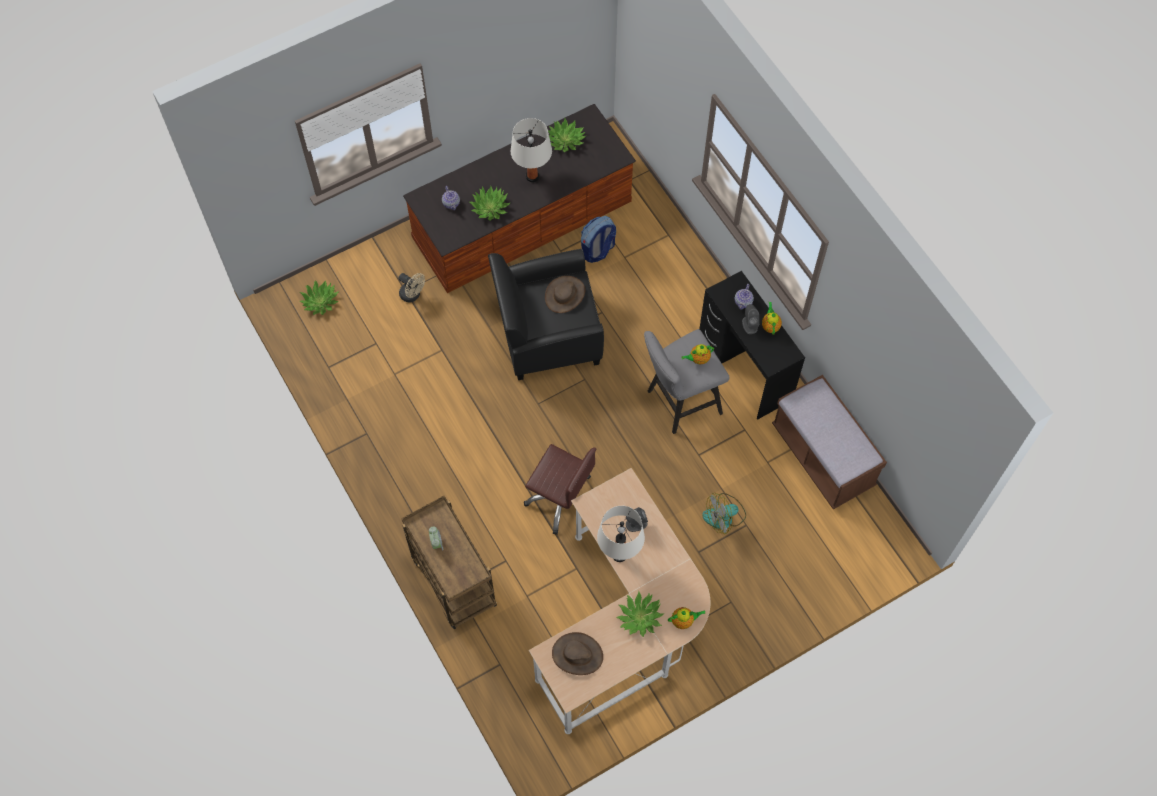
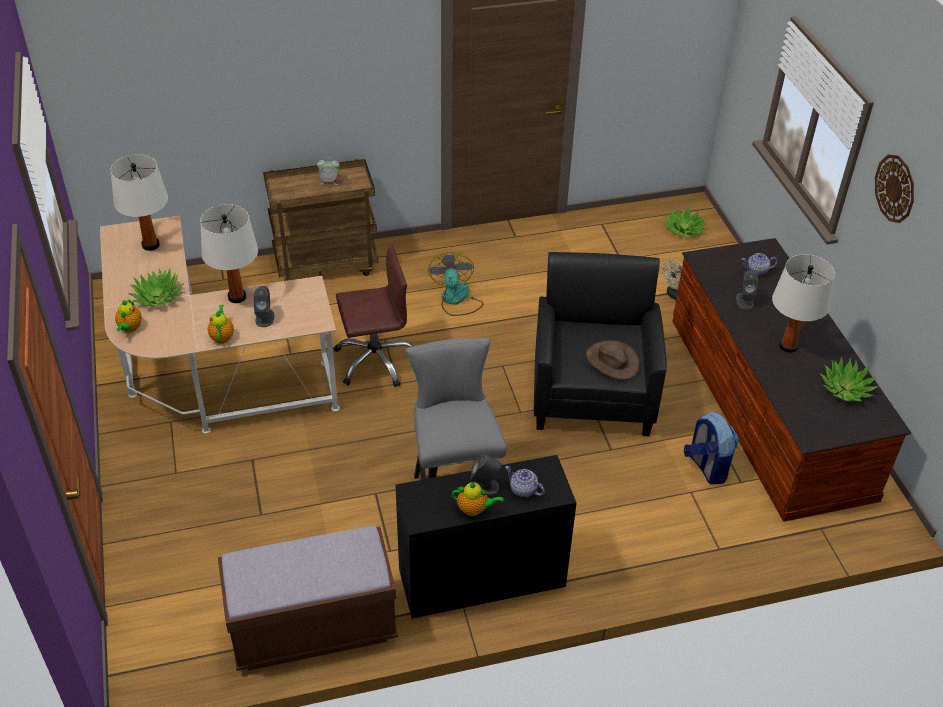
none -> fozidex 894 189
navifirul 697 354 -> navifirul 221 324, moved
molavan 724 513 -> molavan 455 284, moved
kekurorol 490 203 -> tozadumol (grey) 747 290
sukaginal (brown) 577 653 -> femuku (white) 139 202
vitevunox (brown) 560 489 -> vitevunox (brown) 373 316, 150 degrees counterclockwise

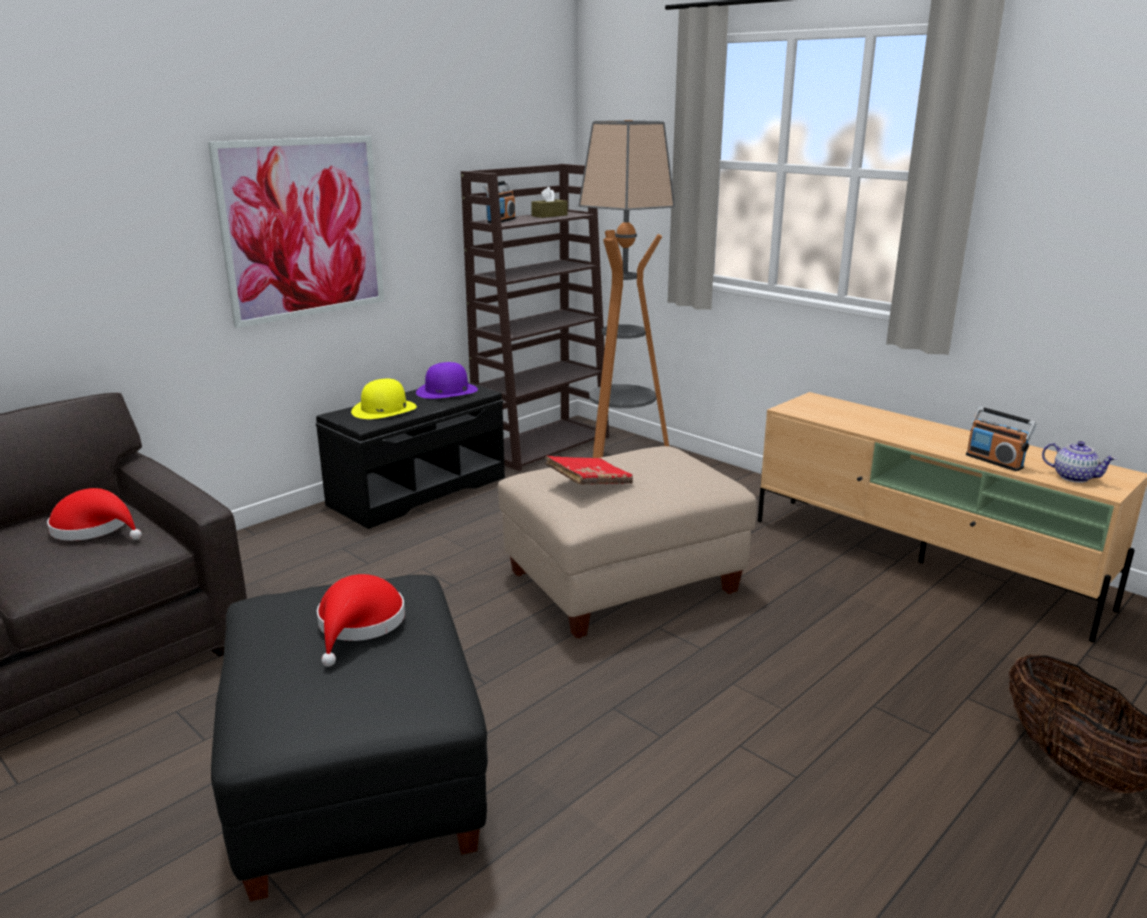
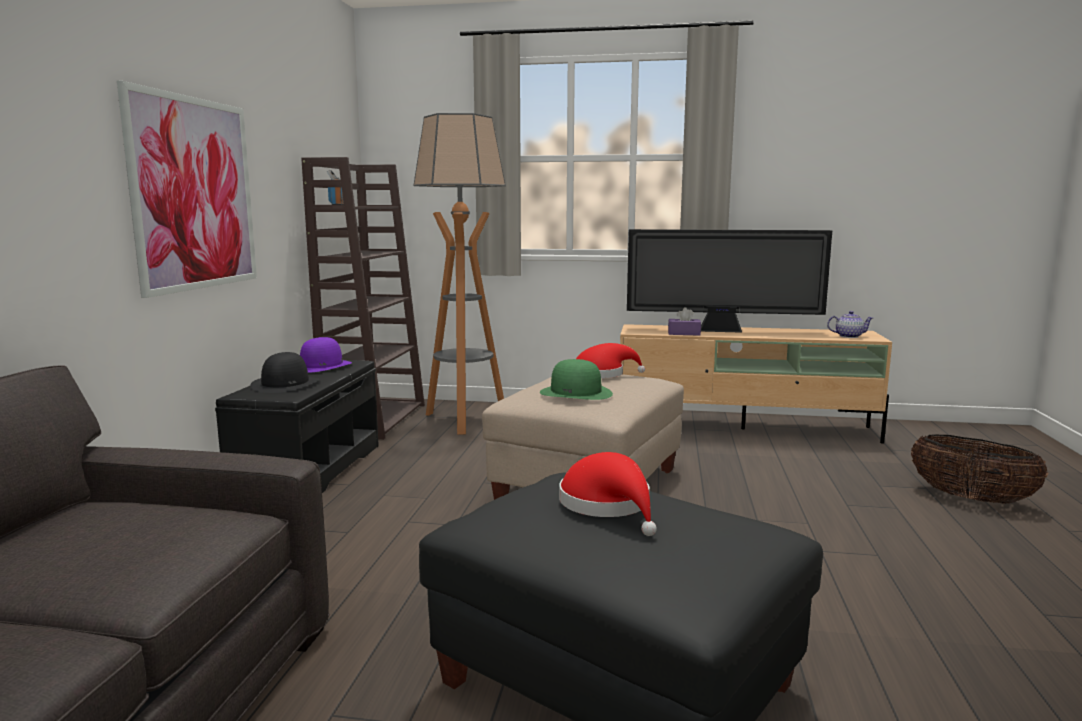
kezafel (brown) 549 202 -> none
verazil 1001 439 -> none
none -> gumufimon 729 281
none -> kezafel (purple) 684 321
sukaginal (red) 94 514 -> sukaginal (red) 610 360, moved
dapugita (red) 589 470 -> sukaginal (green) 576 379
sukaginal (yellow) 384 399 -> sukaginal (black) 284 372

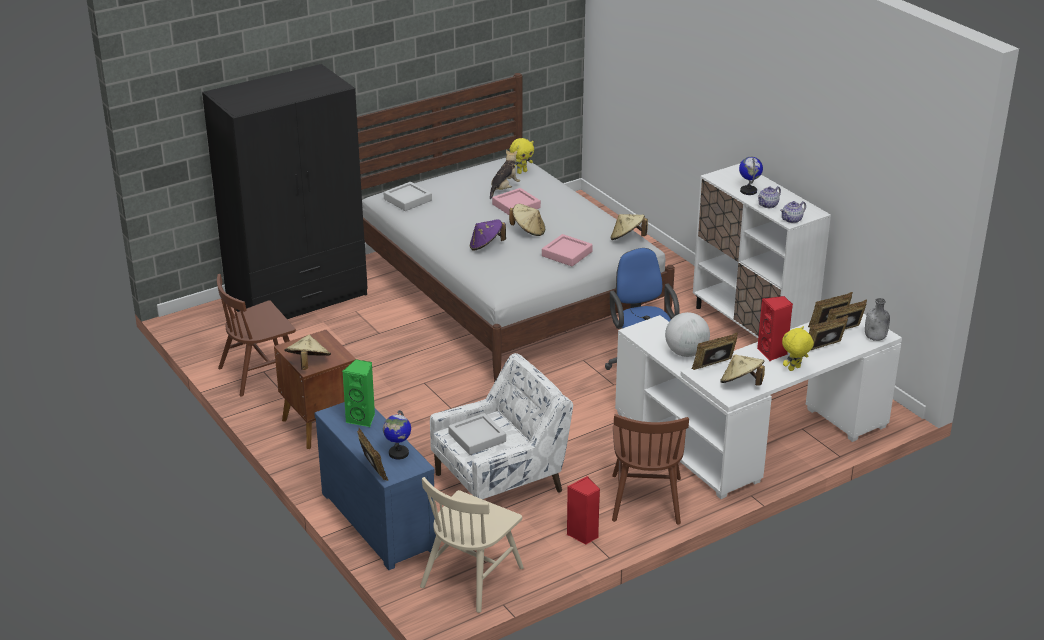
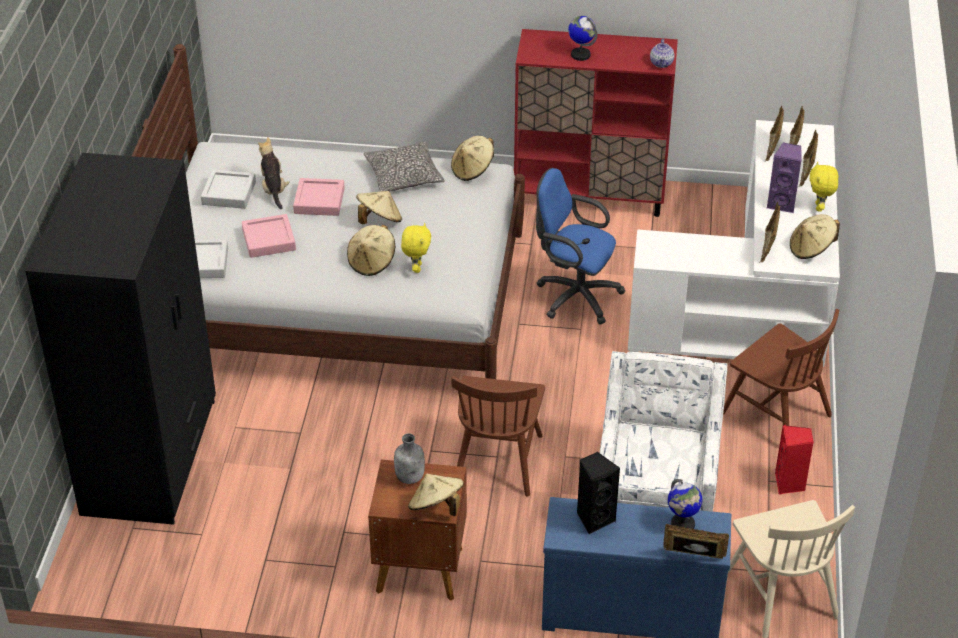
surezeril 687 334 -> none
navifirul 769 197 -> none
none -> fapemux 404 166
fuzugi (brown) 256 335 -> fuzugi (brown) 498 436, moved
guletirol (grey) 477 434 -> guletirol (grey) 228 189, moved
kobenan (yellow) 522 156 -> kobenan (yellow) 416 248, moved
guletirol (pink) 567 250 -> guletirol (pink) 269 236, moved
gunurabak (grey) 877 319 -> gunurabak (grey) 409 458, moved
tozadumol (green) 358 393 -> tozadumol (black) 598 493
sukaginal (purple) 488 235 -> sukaginal (beige) 371 250
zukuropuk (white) 762 251 -> zukuropuk (red) 596 123
tozadumol (red) 775 328 -> tozadumol (purple) 784 177

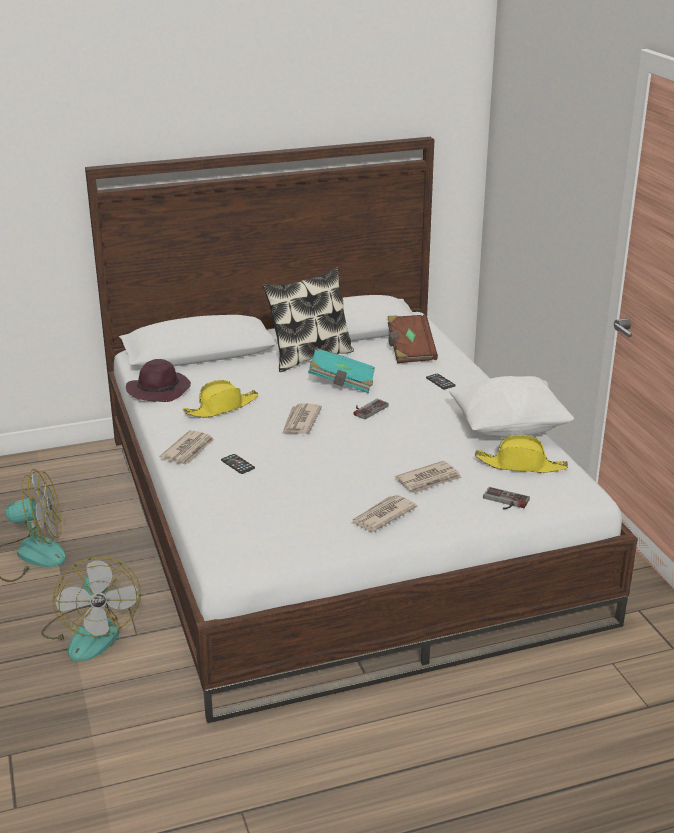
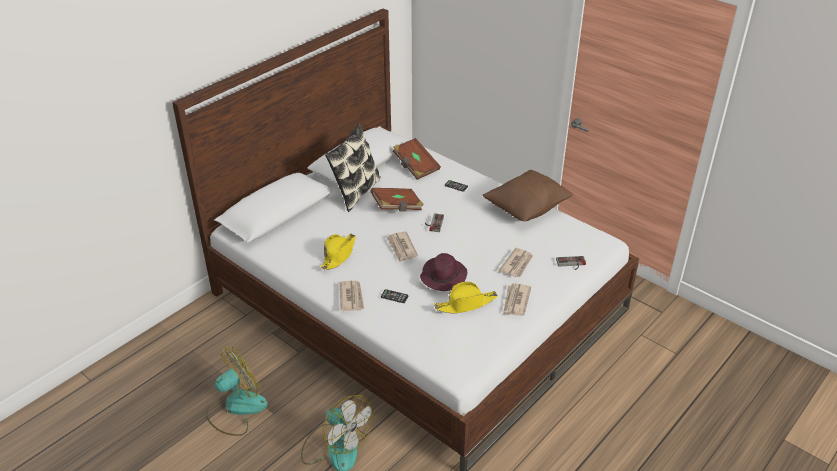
sukaginal (purple) 158 380 -> sukaginal (purple) 443 272, moved
sukaginal (yellow) 521 454 -> sukaginal (yellow) 466 297, moved
dapugita (turquoise) 341 370 -> dapugita (brown) 397 200
fapemux (white) 511 407 -> fapemux (brown) 527 195

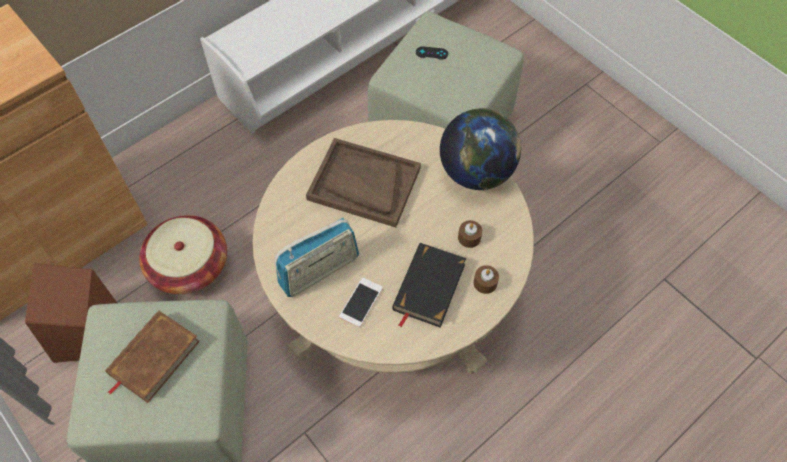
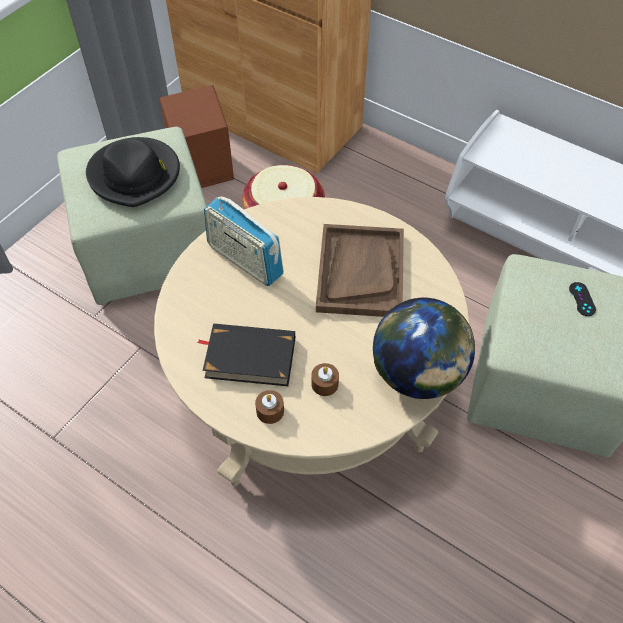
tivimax 361 302 -> none
dapugita (brown) 152 356 -> sukaginal (black) 133 172

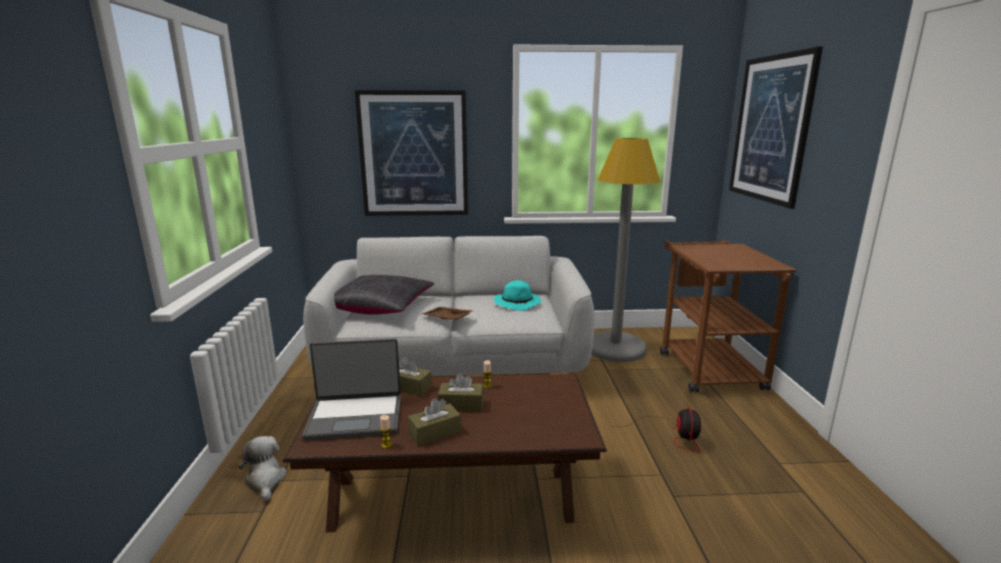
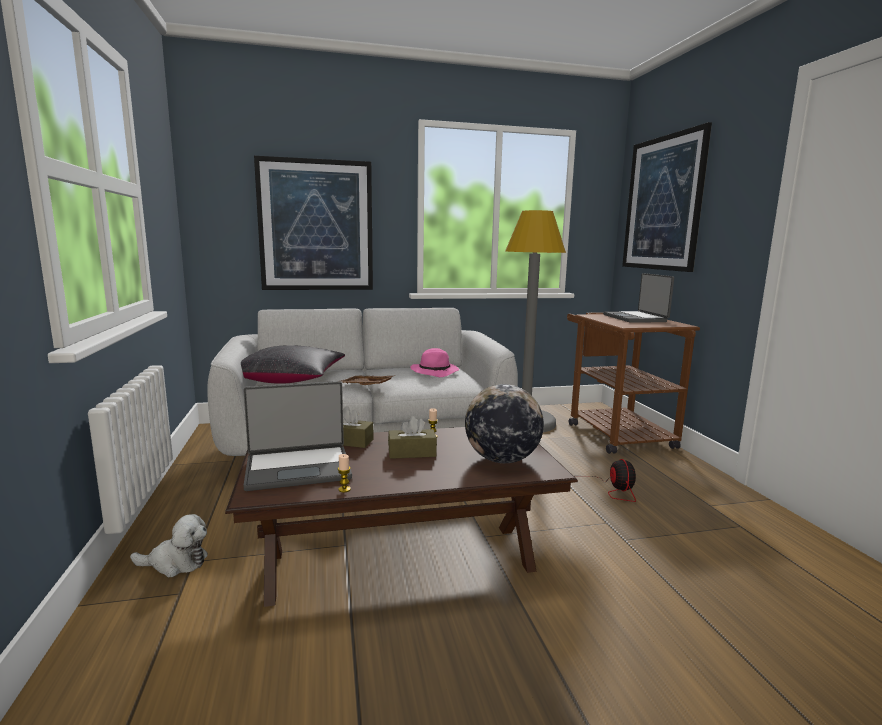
kezafel (brown) 434 422 -> none
none -> surezeril 504 423
none -> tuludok 638 298
sukaginal (turquoise) 517 295 -> sukaginal (pink) 435 362
kobenan 263 468 -> kobenan 169 545, 120 degrees clockwise

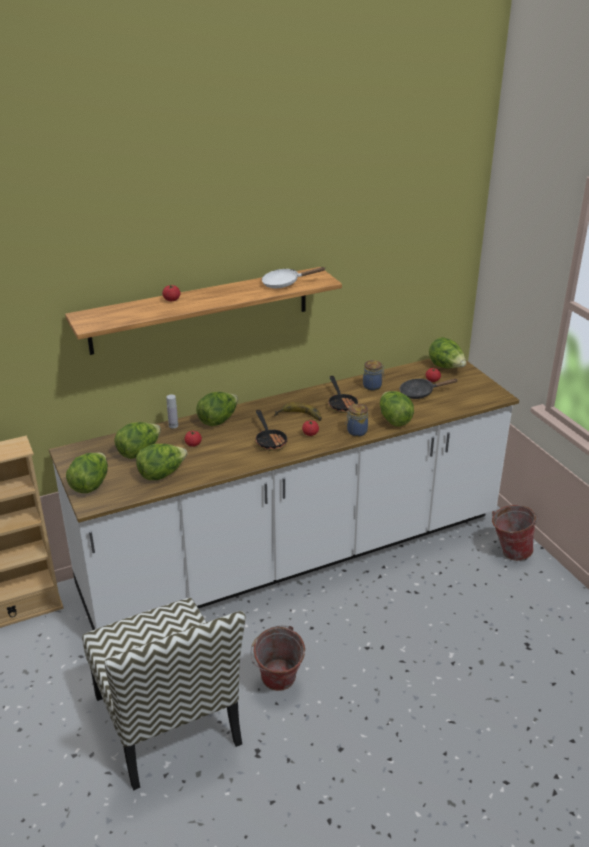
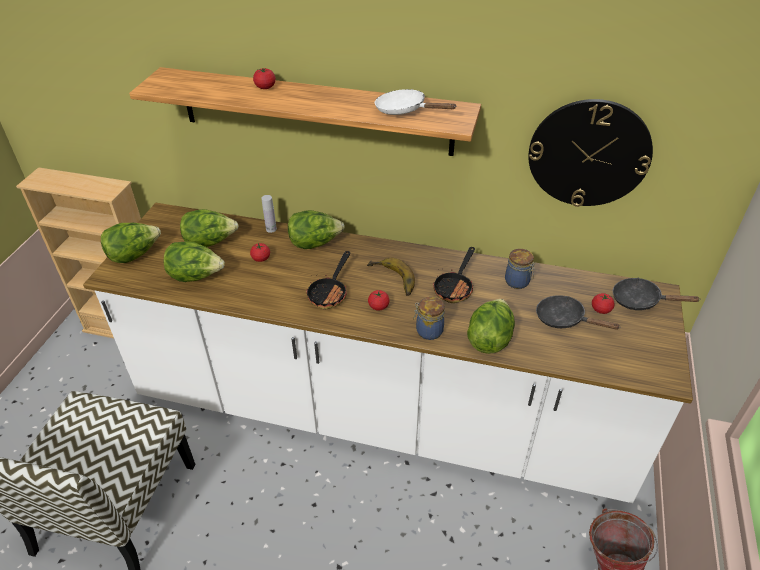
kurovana 277 658 -> none
none -> fozidex 590 153
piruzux 447 353 -> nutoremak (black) 657 294

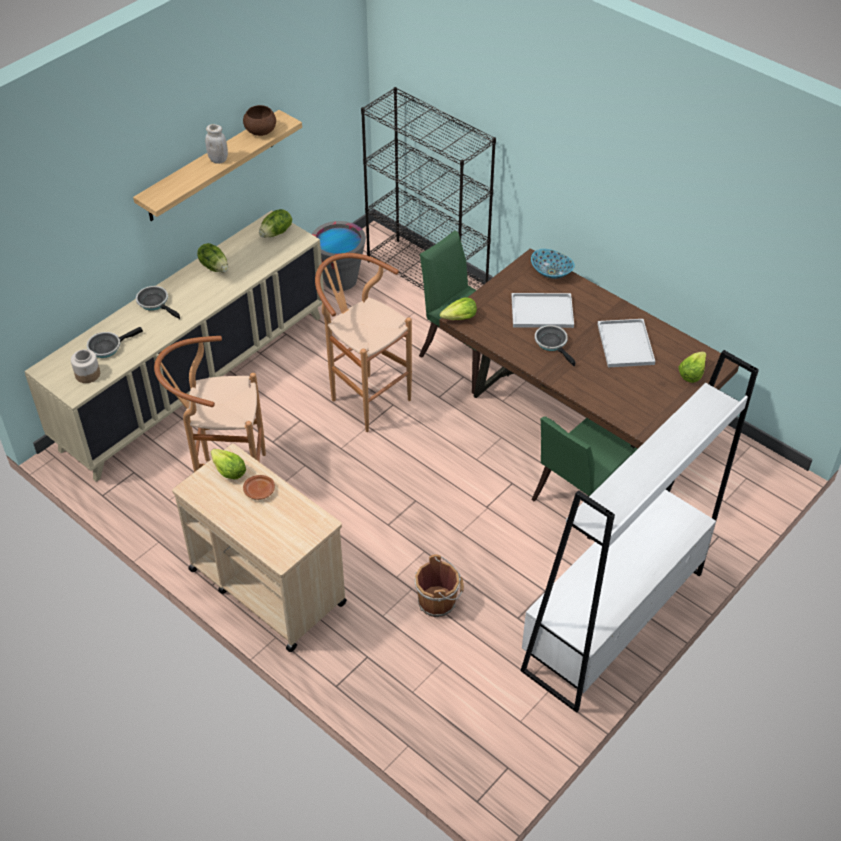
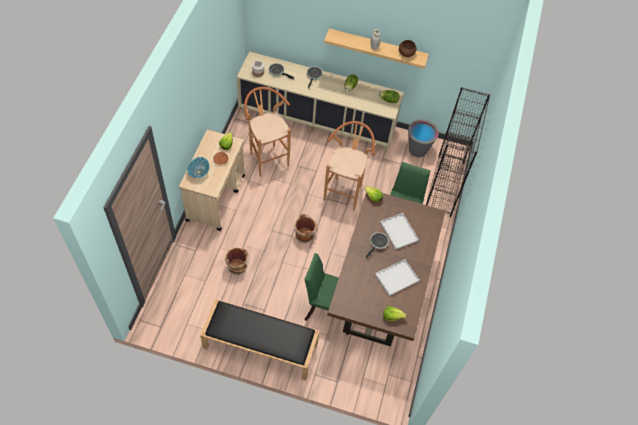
none -> kurovana (brown) 306 228
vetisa 553 264 -> vetisa 198 167, moved
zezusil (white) 639 531 -> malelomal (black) 260 340

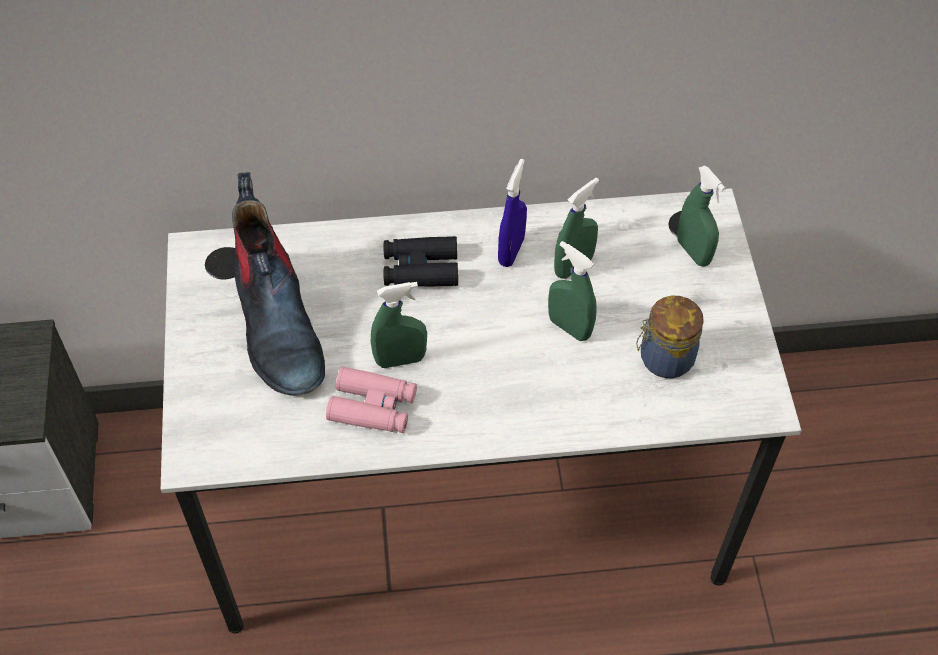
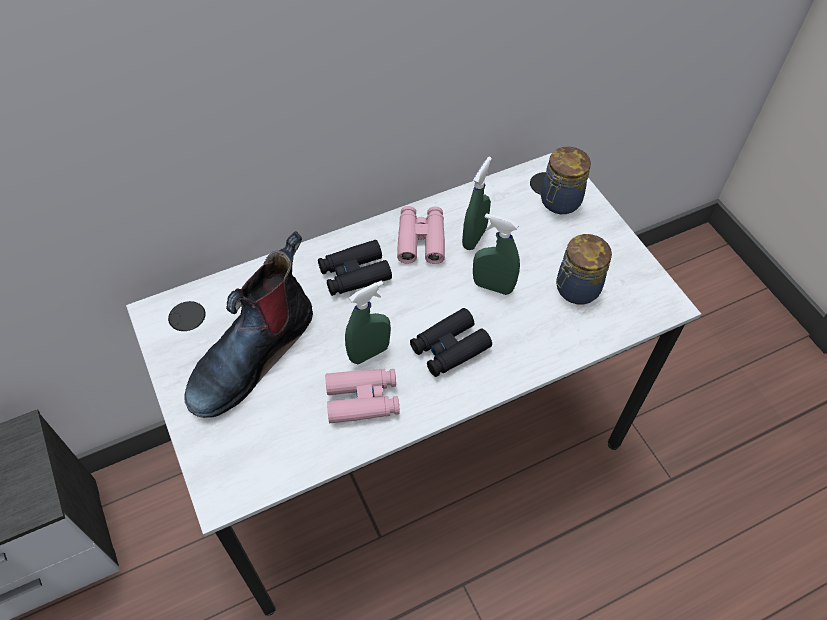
none -> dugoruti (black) 451 342
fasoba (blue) 512 213 -> dugoruti (pink) 421 235
fasoba (green) 701 216 -> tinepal 566 180
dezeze 278 284 -> dezeze 248 324, 75 degrees clockwise

